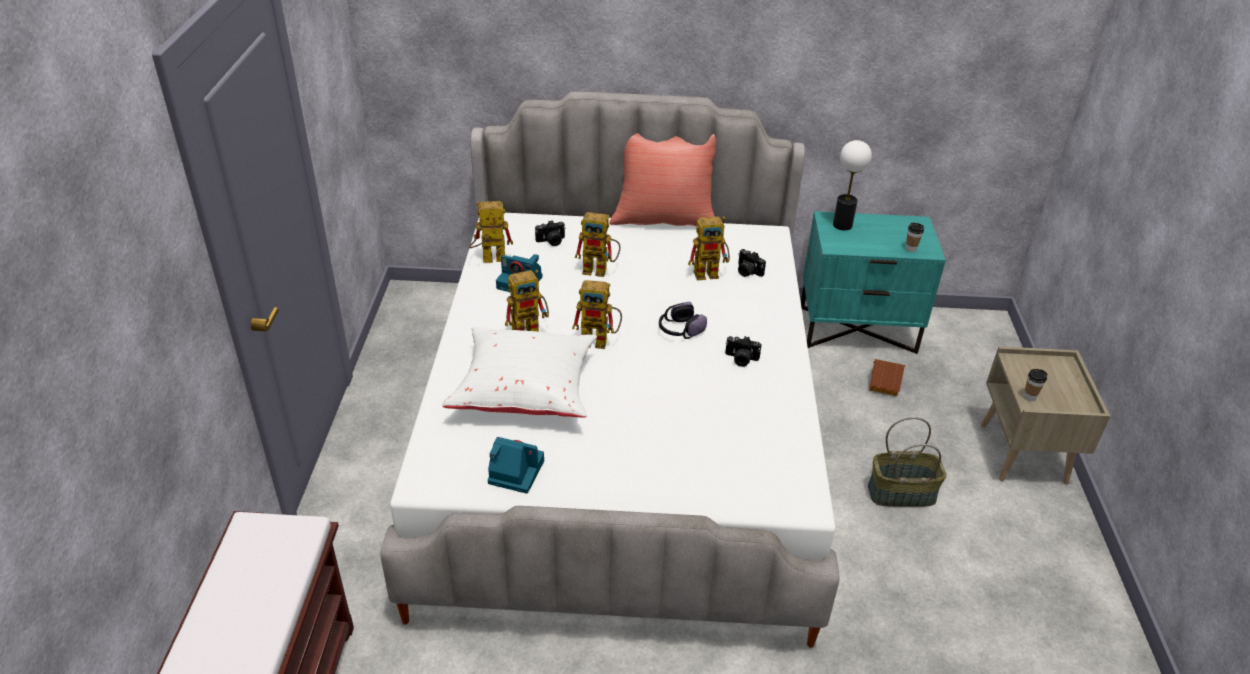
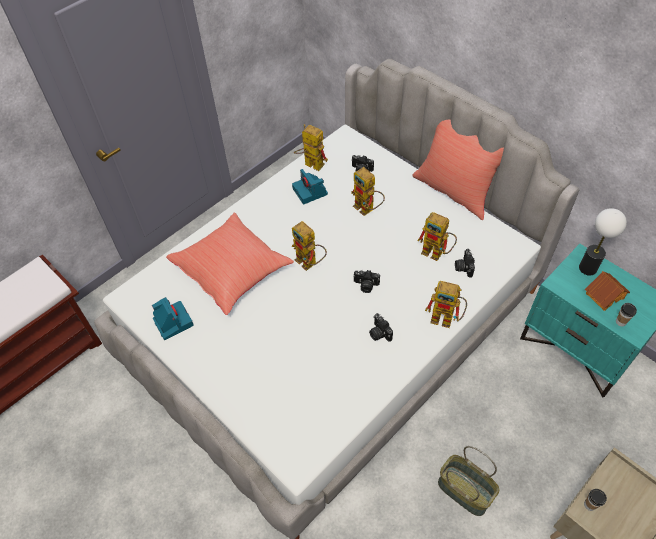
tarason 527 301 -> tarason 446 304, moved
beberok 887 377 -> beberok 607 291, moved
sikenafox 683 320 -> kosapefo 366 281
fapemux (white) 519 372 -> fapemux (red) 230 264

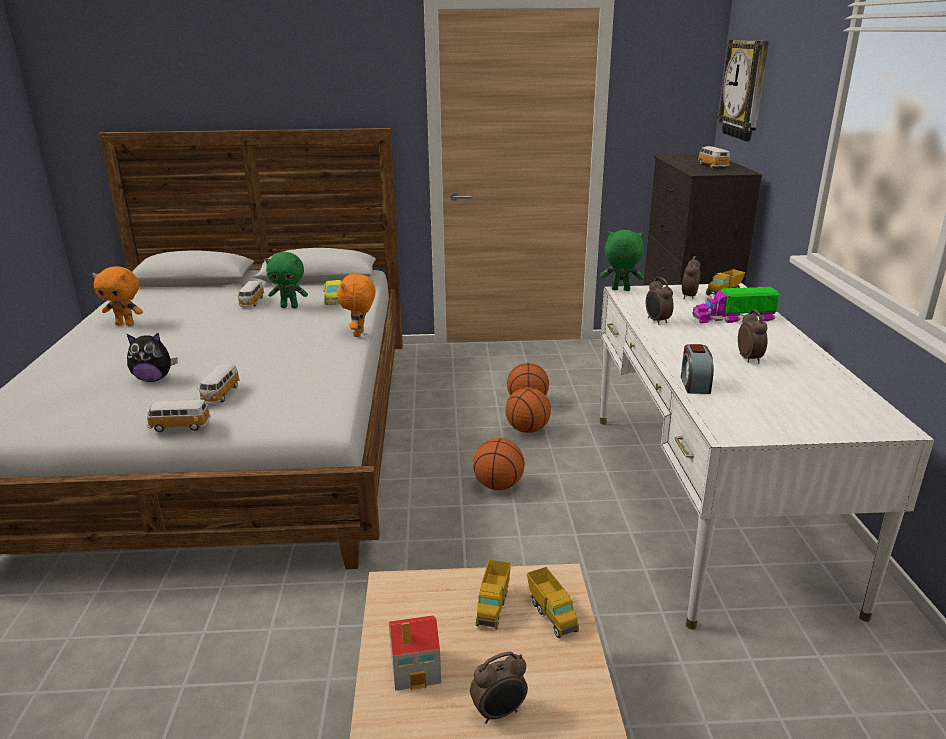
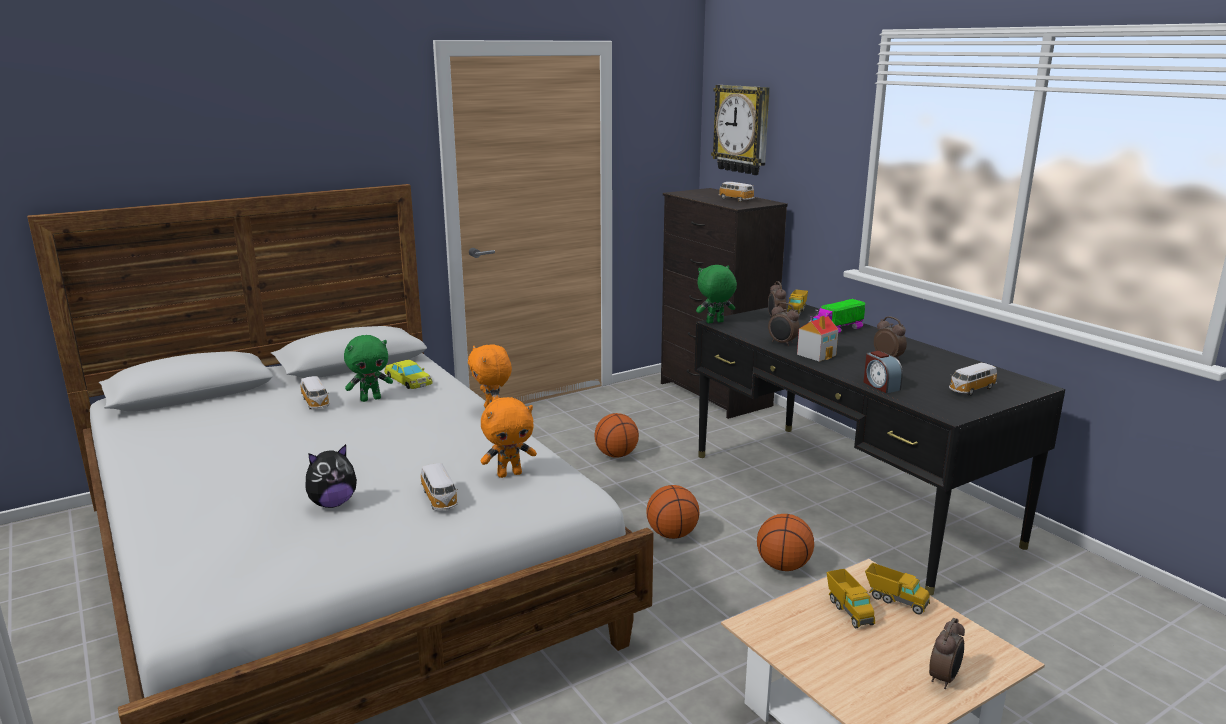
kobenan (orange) 117 296 -> kobenan (orange) 509 437, moved
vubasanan 178 416 -> vubasanan 973 379, moved
beberok 415 653 -> beberok 818 339, moved
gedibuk 528 410 -> gedibuk 785 542, moved
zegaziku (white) 767 456 -> zegaziku (black) 880 450

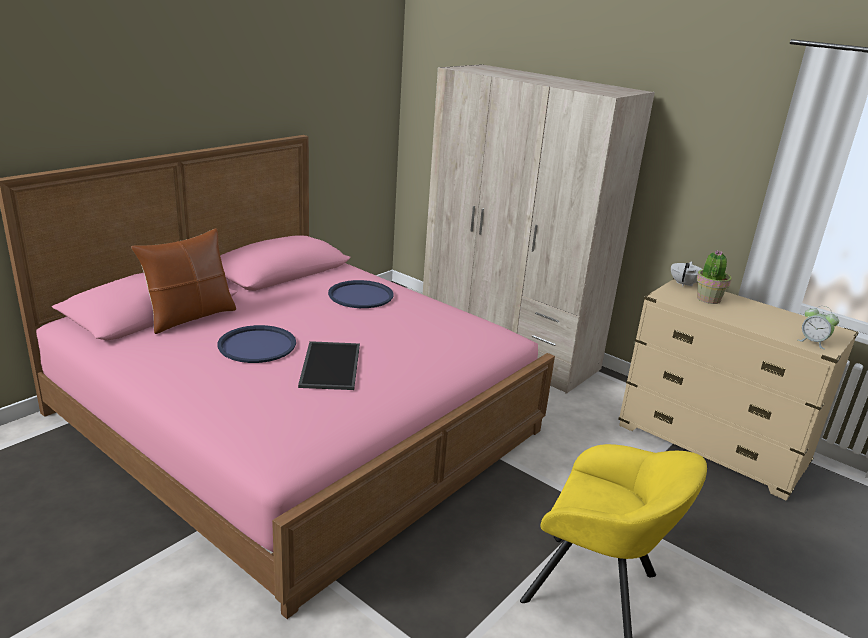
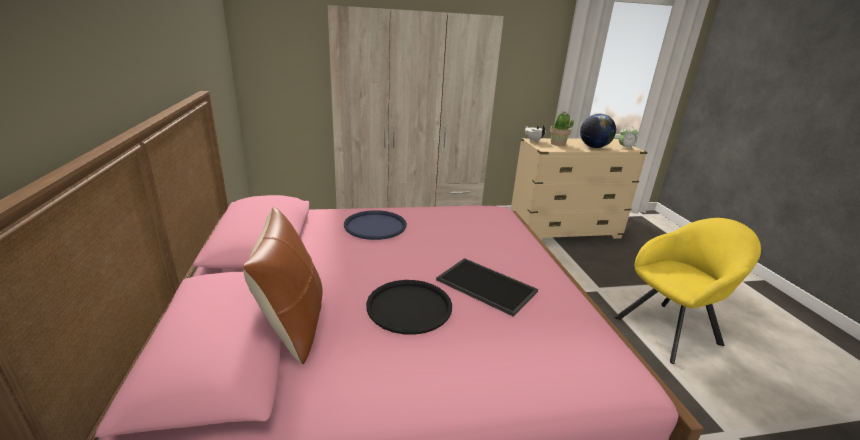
none -> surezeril 598 131
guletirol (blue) 257 344 -> guletirol (black) 409 307

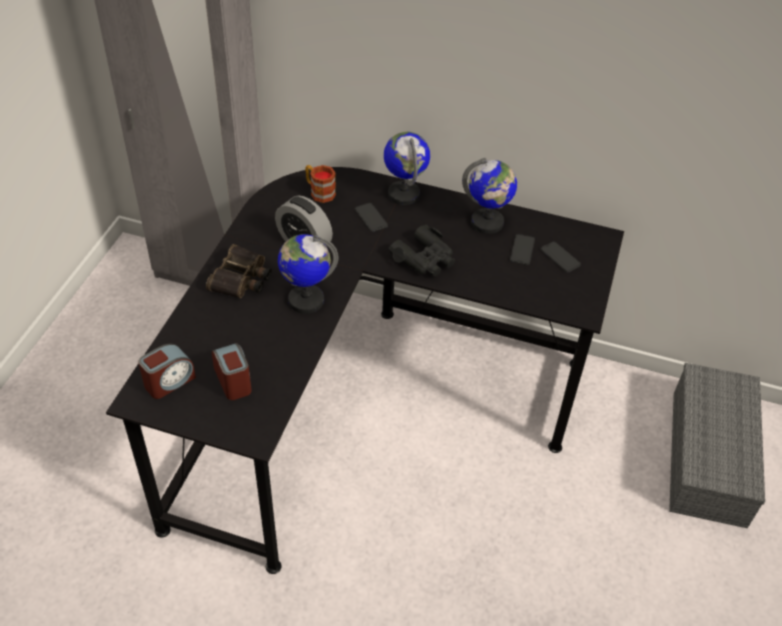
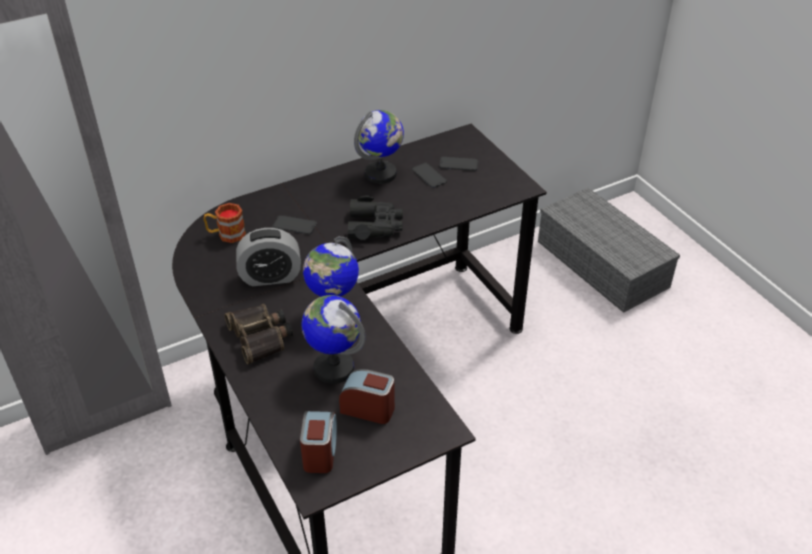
surezeril 407 168 -> surezeril 333 339, moved

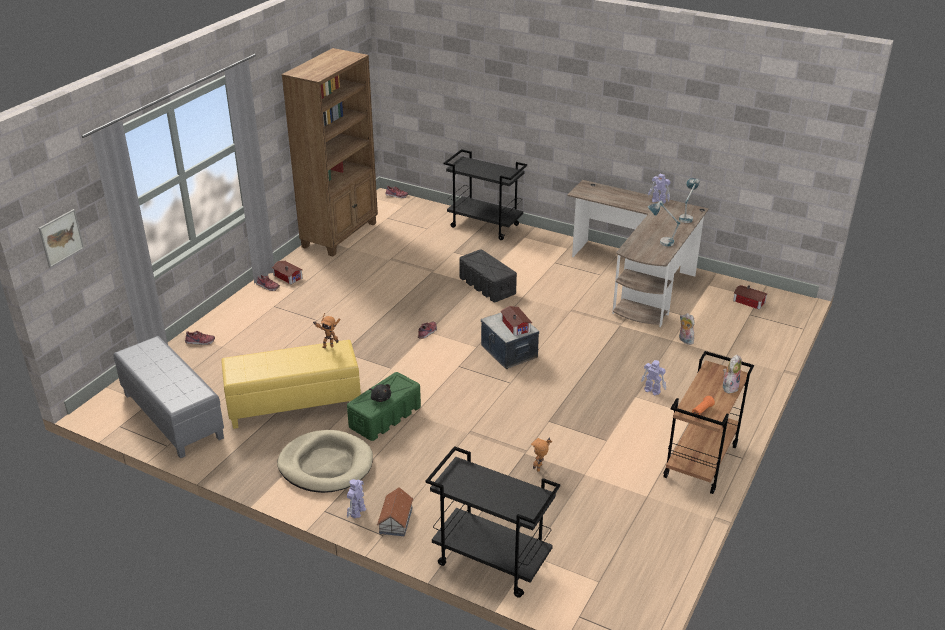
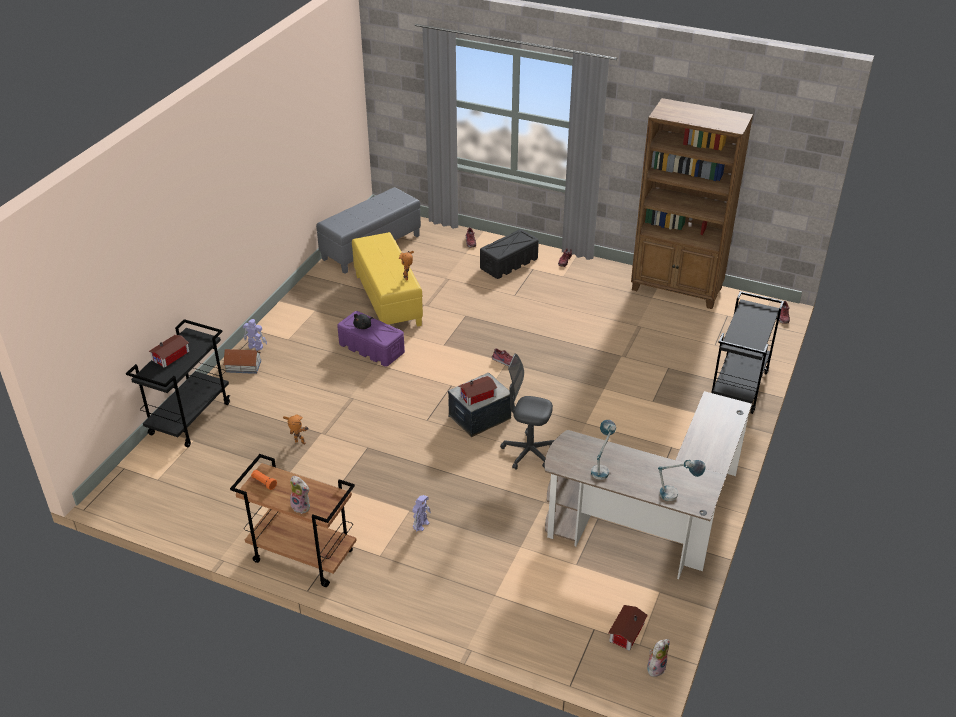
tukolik 61 238 -> none
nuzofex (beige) 325 461 -> none
tarason 659 188 -> none
none -> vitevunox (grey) 527 412
beberok 287 272 -> beberok 169 351, moved
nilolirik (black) 488 275 -> nilolirik (black) 509 254, moved
kobenan 687 329 -> kobenan 658 658, moved
nilolirik (green) 384 406 -> nilolirik (purple) 371 339

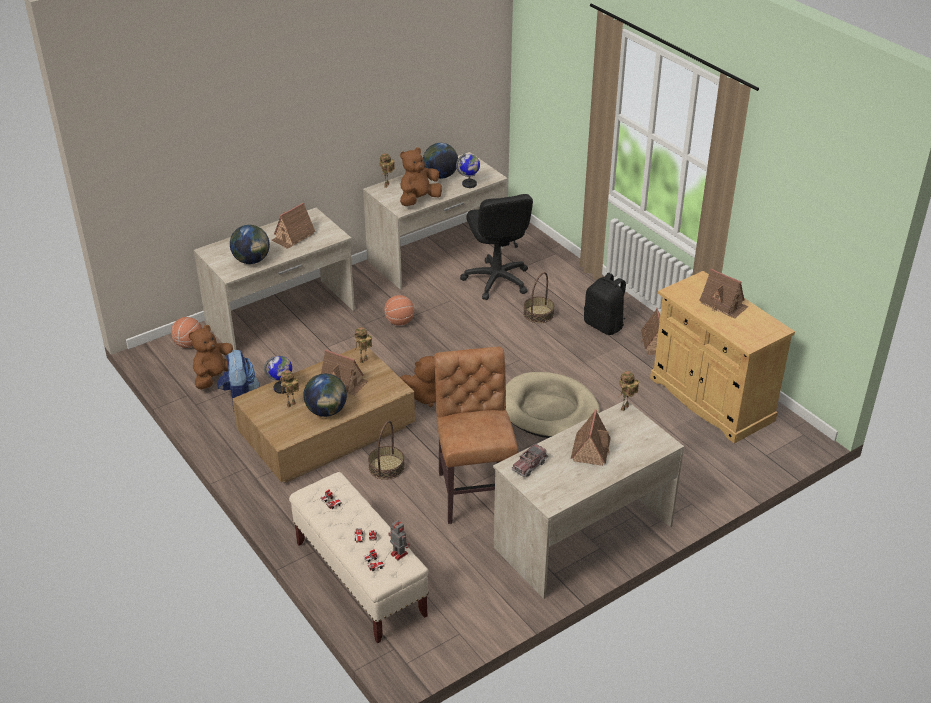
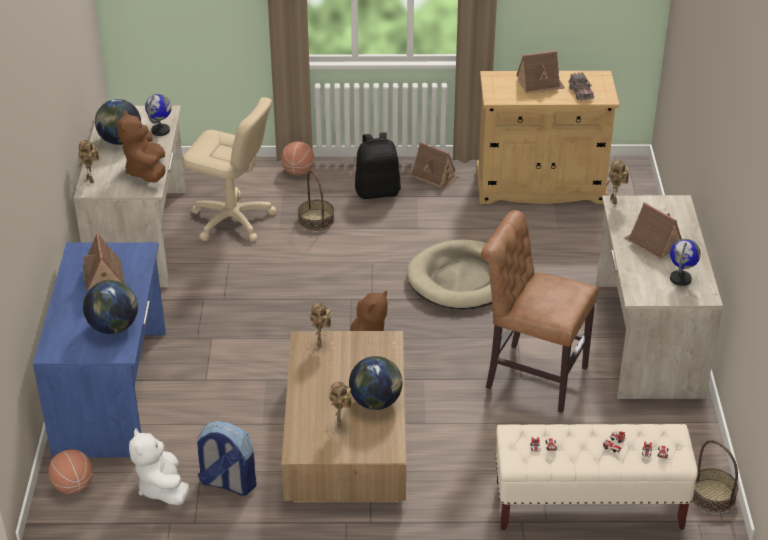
beberok 344 372 -> none
tarason 399 539 -> none
surezeril 278 375 -> surezeril 685 262, moved
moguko 386 450 -> moguko 715 476, moved
gedibuk 399 310 -> gedibuk 297 158, moved
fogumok 530 460 -> fogumok 581 86, moved
kobenan (brown) 211 357 -> kobenan (white) 159 467
zegaziku (beige) 274 278 -> zegaziku (blue) 99 350
vitevunox (black) 496 247 -> vitevunox (beige) 229 169

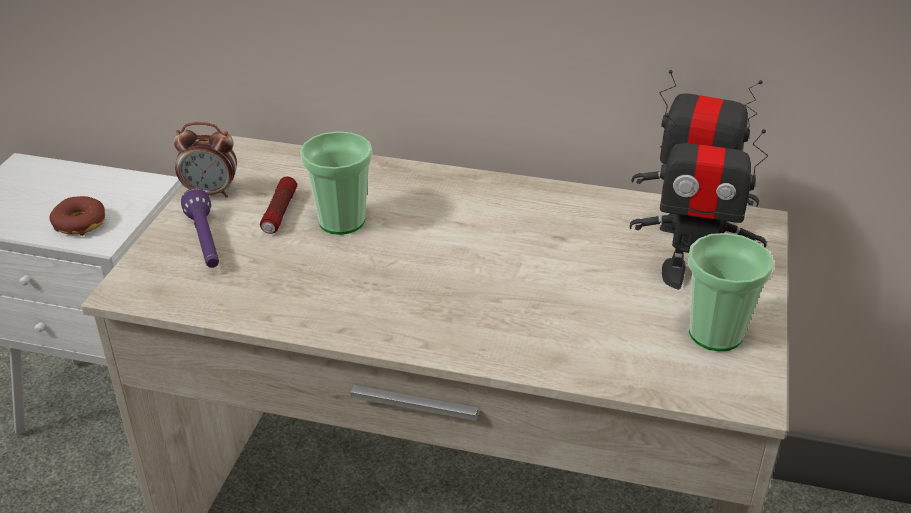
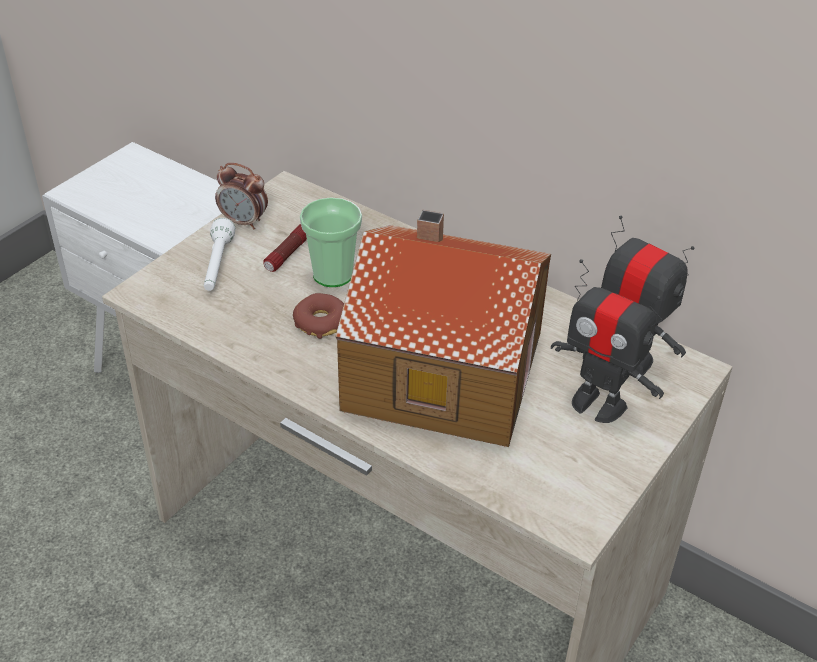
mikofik 730 292 -> none
none -> beberok 443 328
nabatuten 77 216 -> nabatuten 318 316, moved
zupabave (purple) 200 228 -> zupabave (white) 219 254

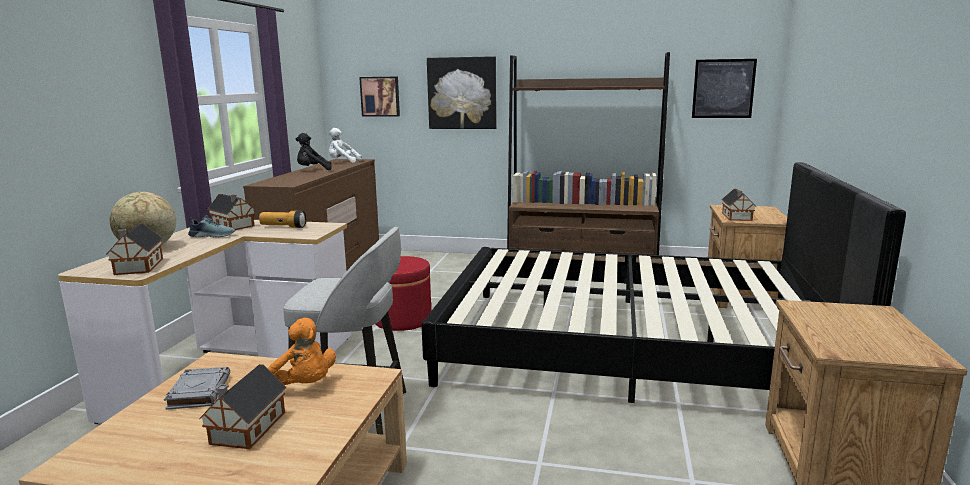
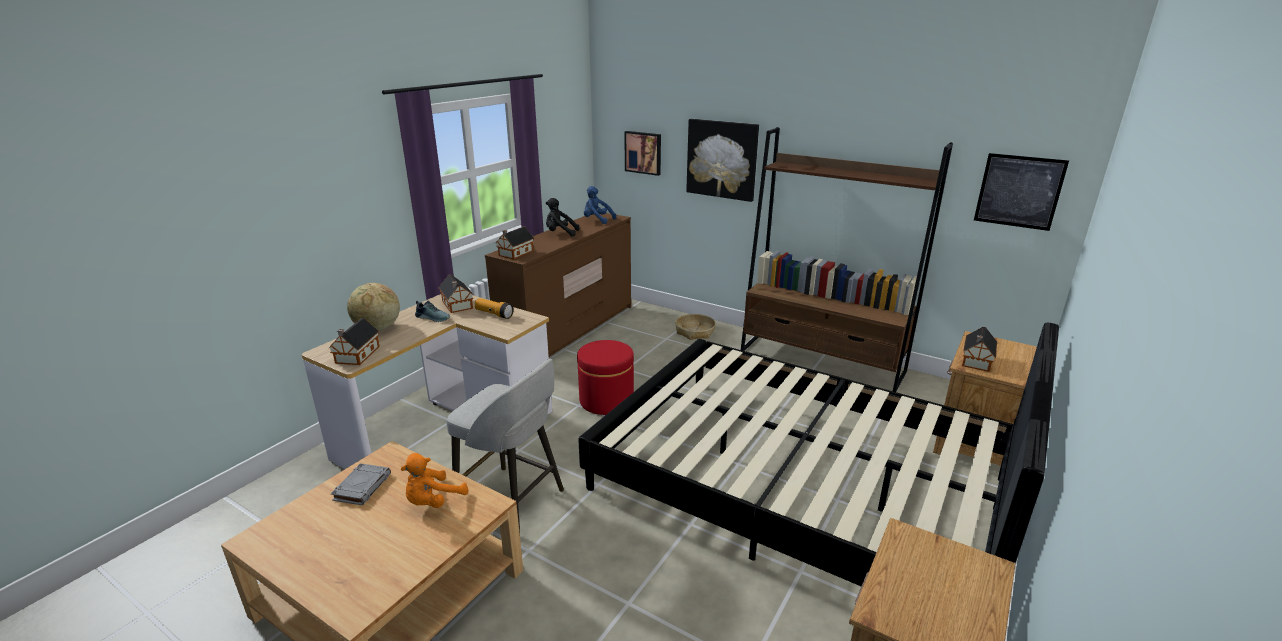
none -> moguko 695 327
beberok 242 406 -> beberok 515 242, moved
kobenan (white) 345 145 -> kobenan (blue) 600 205
kobenan (orange) 301 351 -> kobenan (orange) 434 480, 75 degrees clockwise

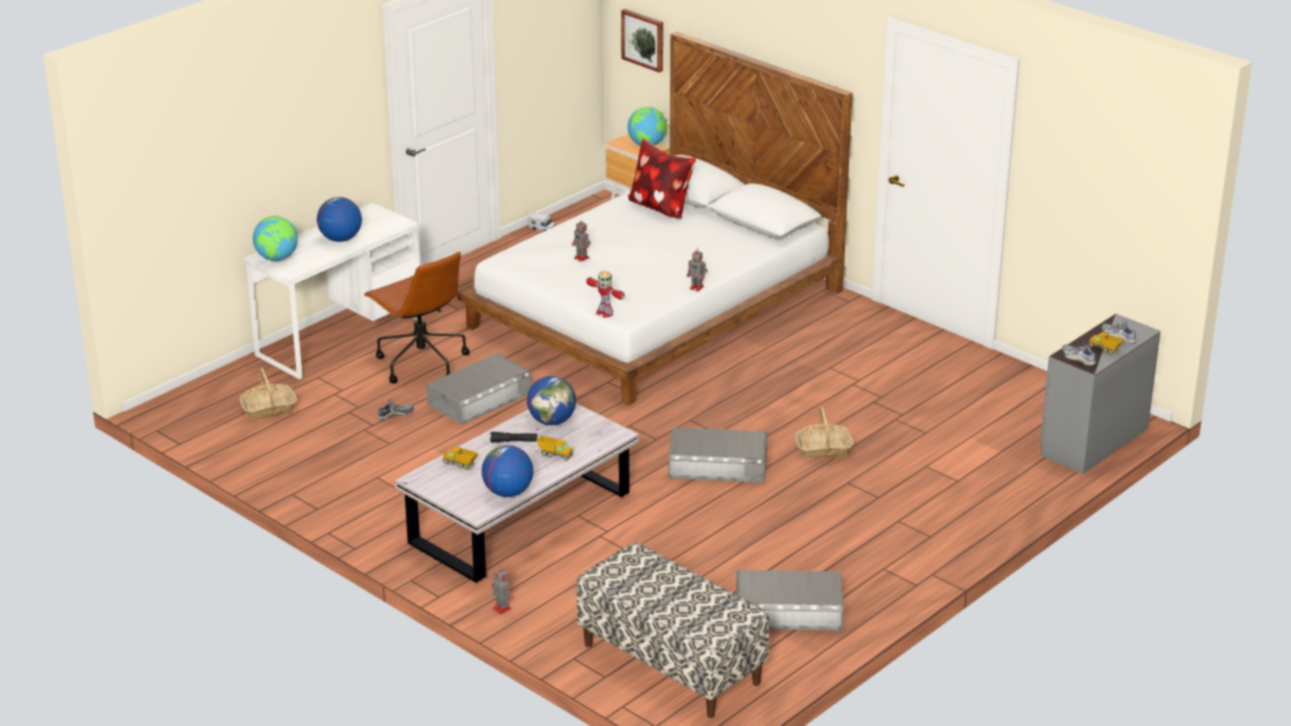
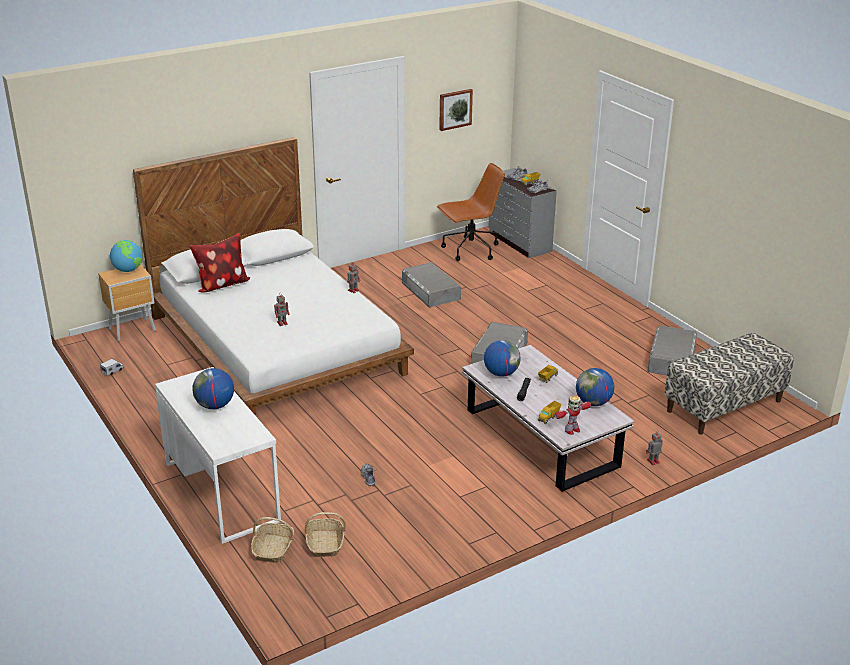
surezeril 275 238 -> none
vitevunox (brown) 417 317 -> vitevunox (brown) 471 212, moved
nilolirik (grey) 479 389 -> nilolirik (grey) 431 285, moved
tarason 605 294 -> tarason 572 415, moved
tukolik 642 41 -> tukolik 456 110, moved
moguko 824 433 -> moguko 272 540, moved

